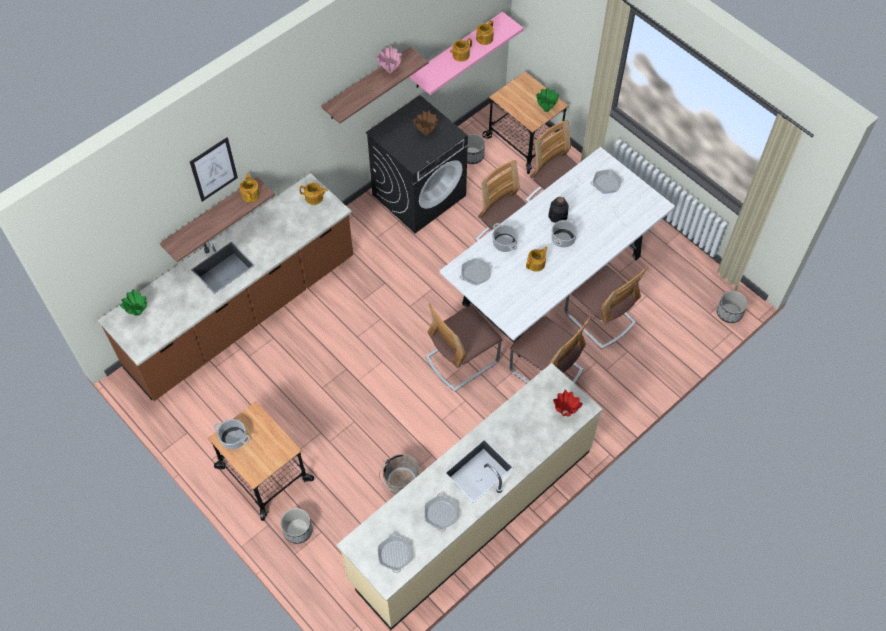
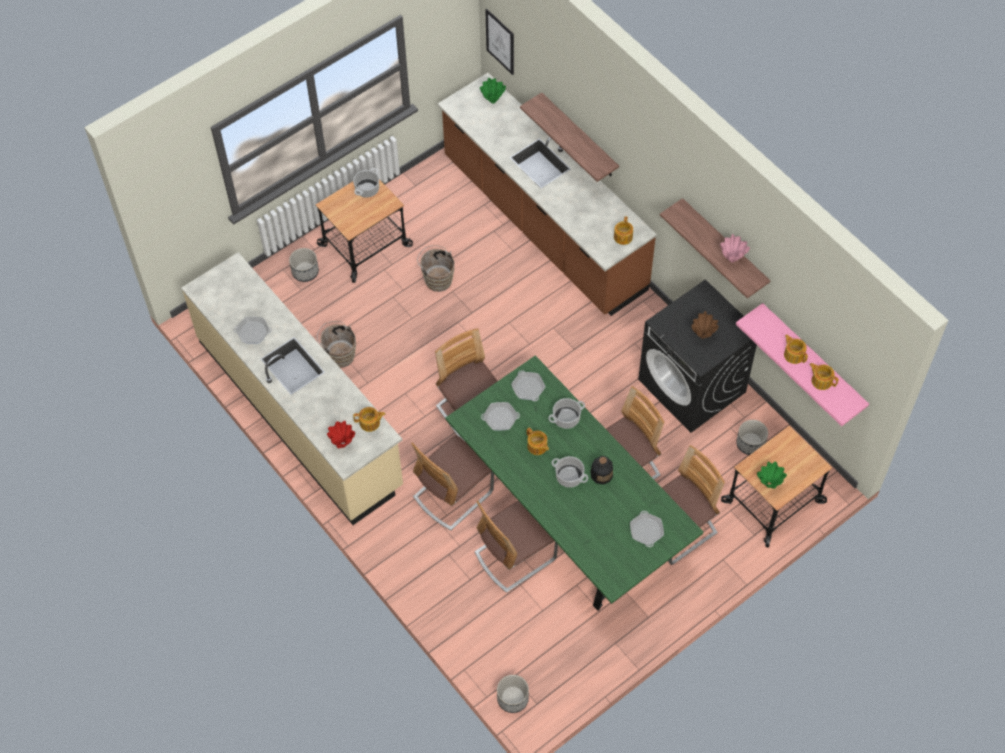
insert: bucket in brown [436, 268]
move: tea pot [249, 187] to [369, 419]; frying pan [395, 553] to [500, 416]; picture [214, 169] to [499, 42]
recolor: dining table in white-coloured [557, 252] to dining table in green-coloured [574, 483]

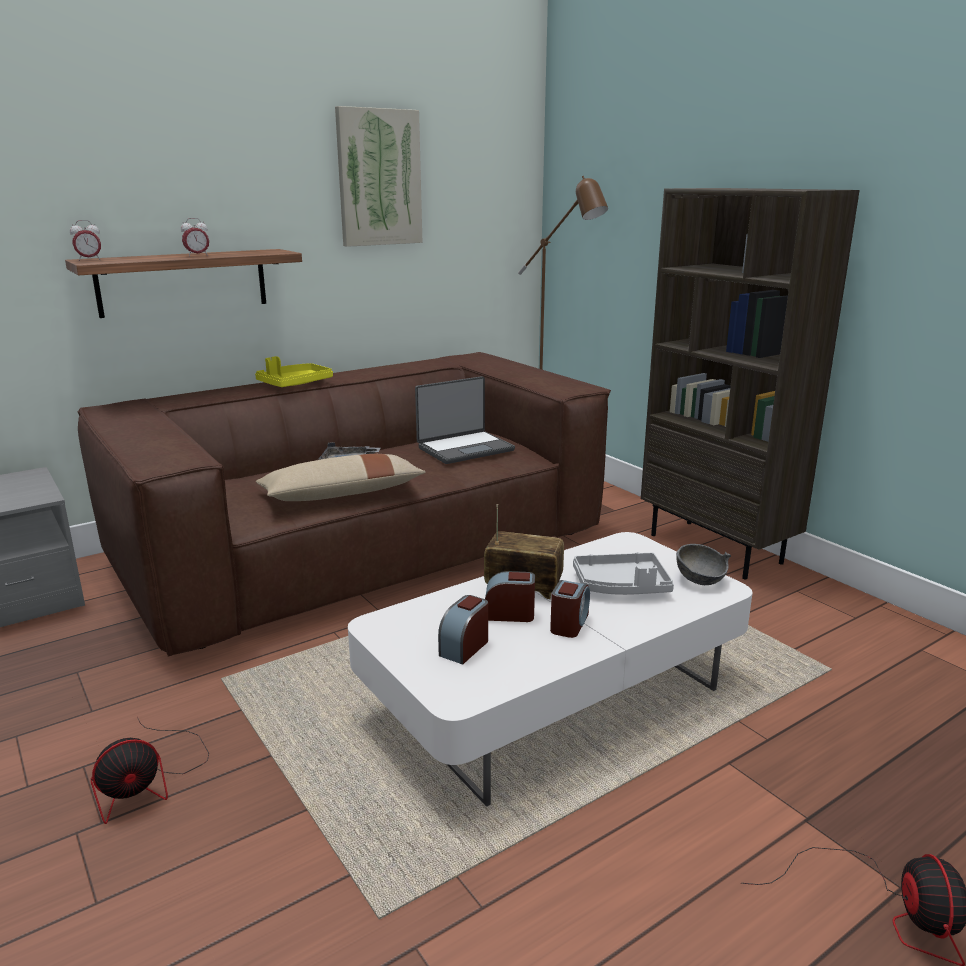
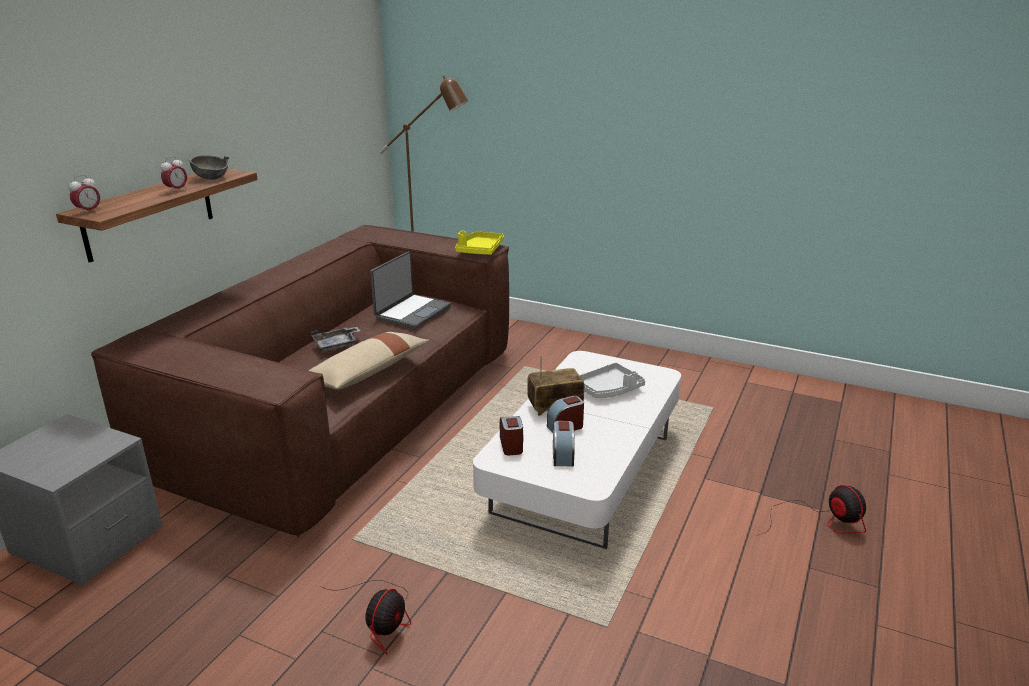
delete: picture [378, 176]; bookshelf in brown [750, 384]
move: deep dish in greyish [703, 564] to [208, 167]; tray in yellow-coloured [294, 371] to [479, 243]; alarm clock [570, 609] to [511, 435]

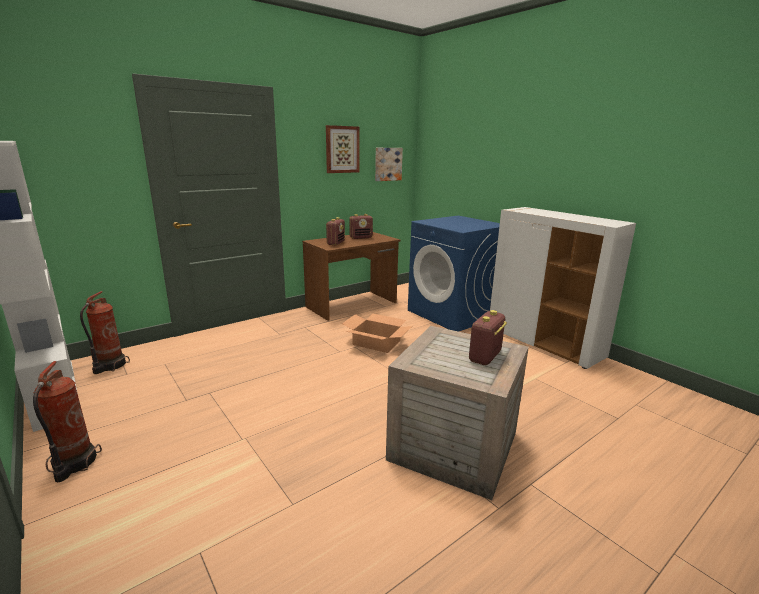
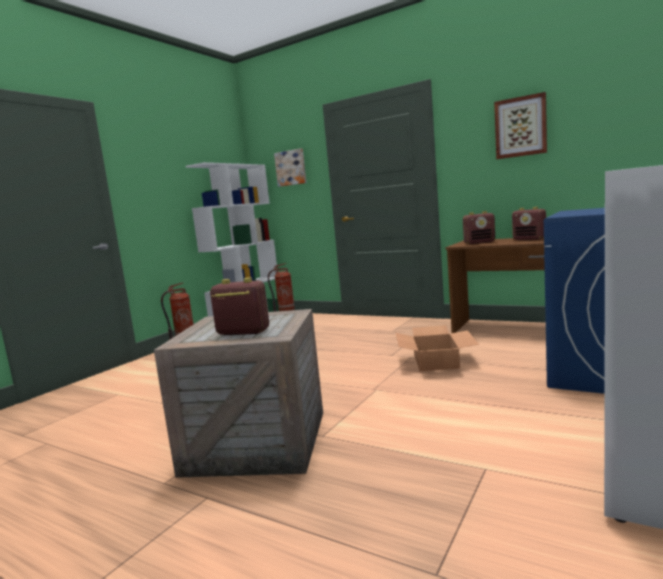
move: picture [389, 164] to [290, 167]

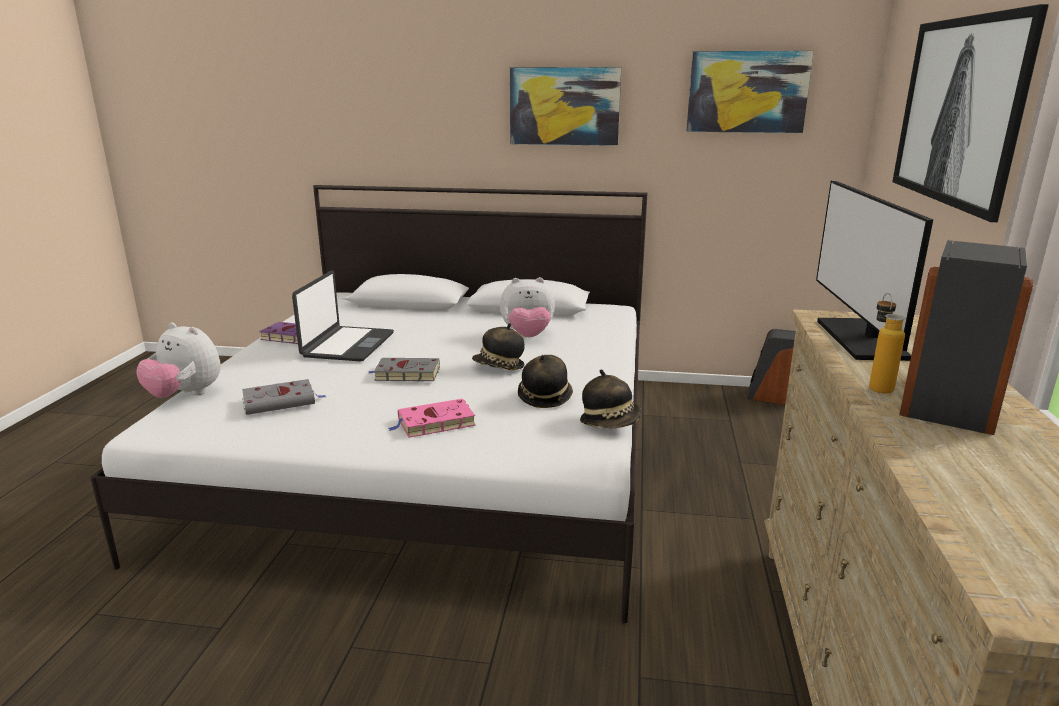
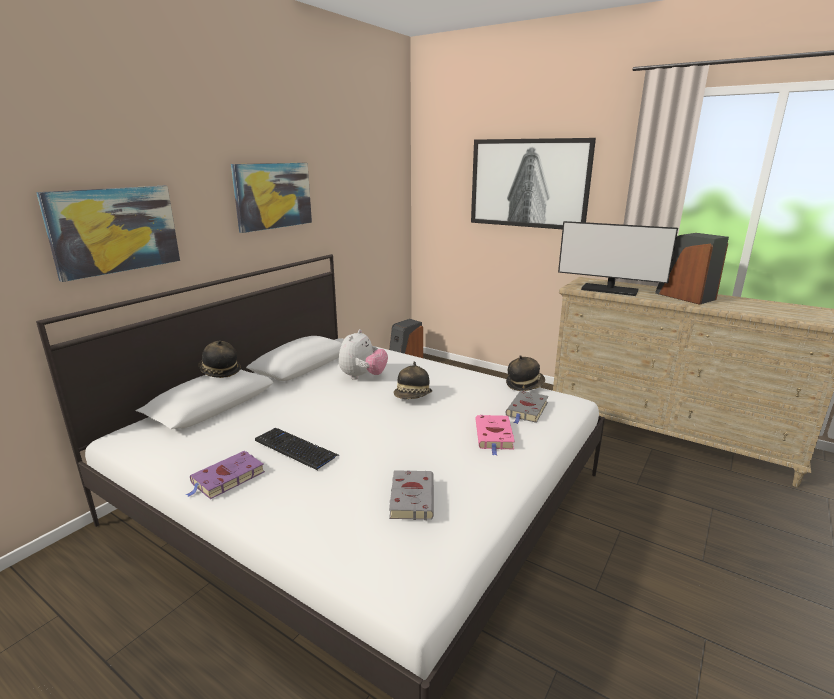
delete: cuddly toy [178, 360]; drink bottle [887, 343]
move: picture [750, 92] to [108, 234]; hat [545, 381] to [219, 359]; bound book in greyish [404, 369] to [527, 407]
replace: laptop [343, 316] to PC keyboard [297, 449]

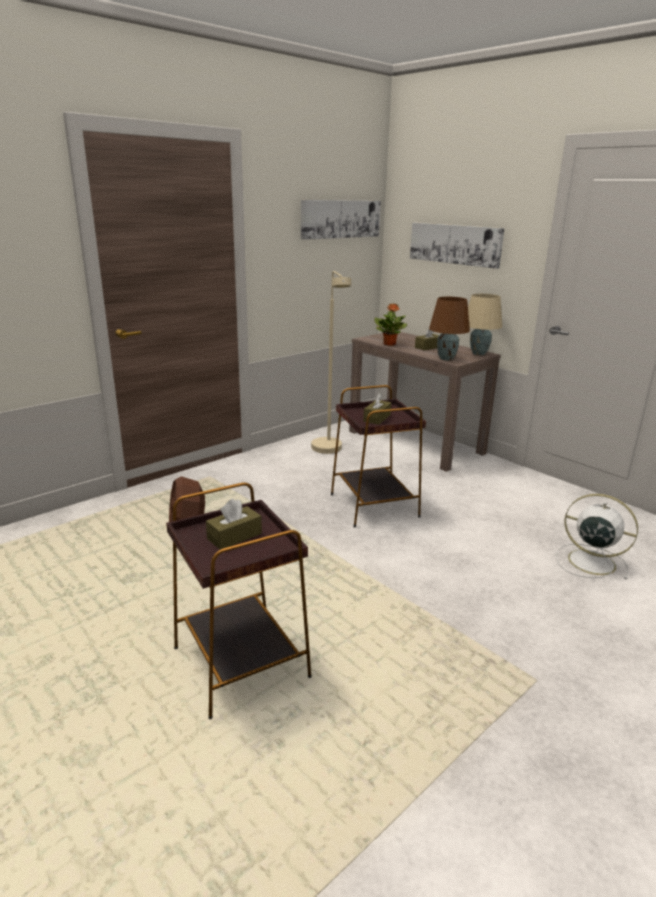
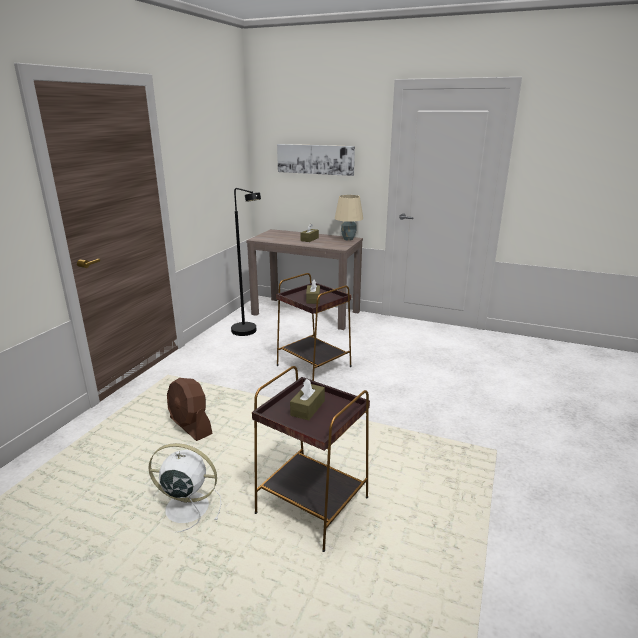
delete: picture [341, 220]; houseplant [390, 324]; table lamp in brown [449, 329]
move: fan in white-coloured [597, 537] to [184, 487]
recolor: standing lamp in beige [331, 362] to standing lamp in blackish [246, 262]

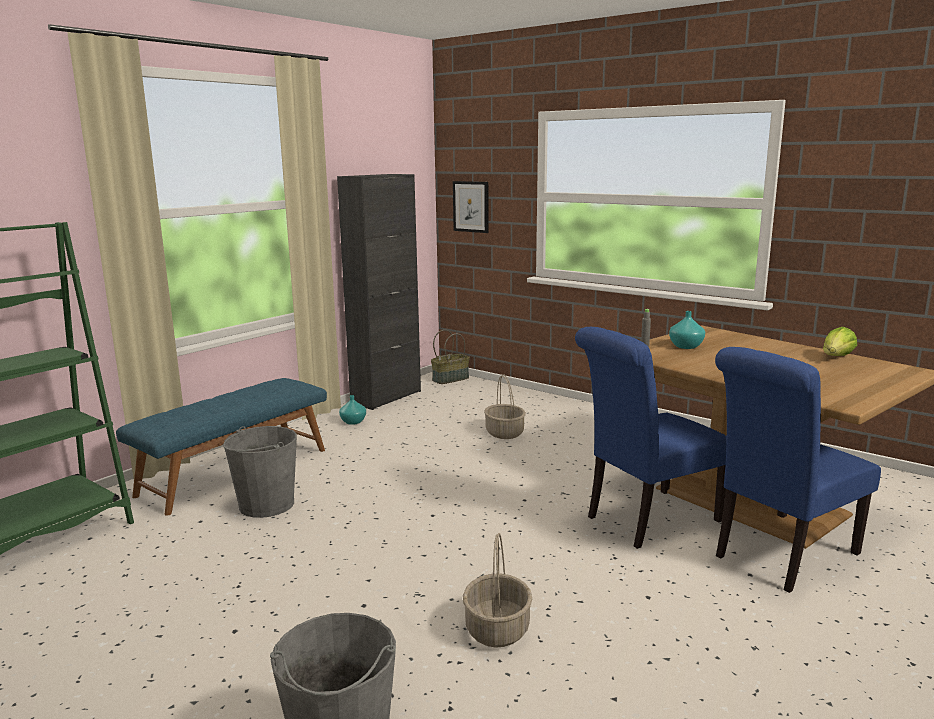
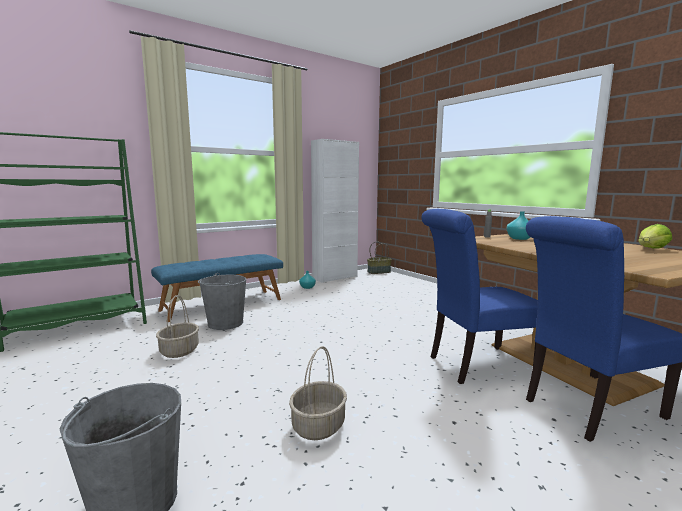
delete: picture [471, 207]
move: basket [505, 406] to [177, 326]
recolor: cupboard in blackish [379, 292] to cupboard in white-coloured [335, 211]

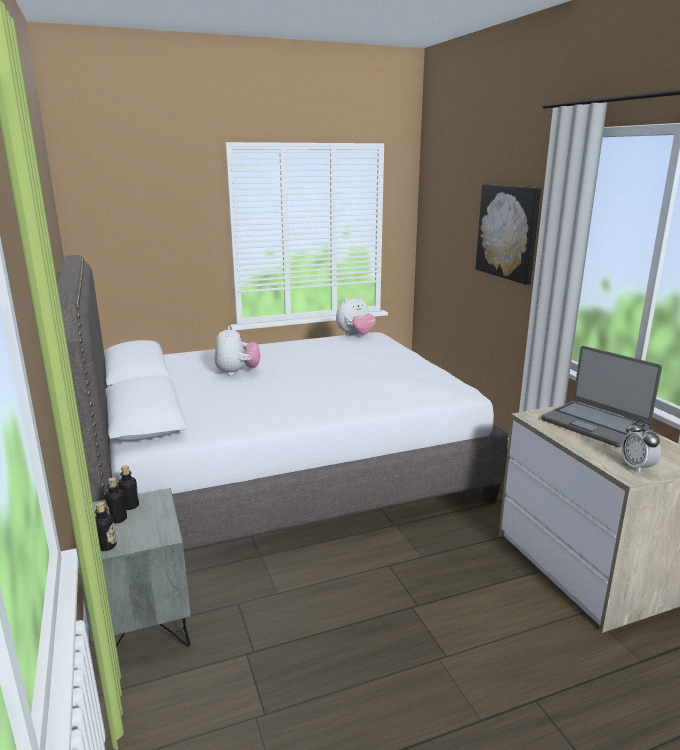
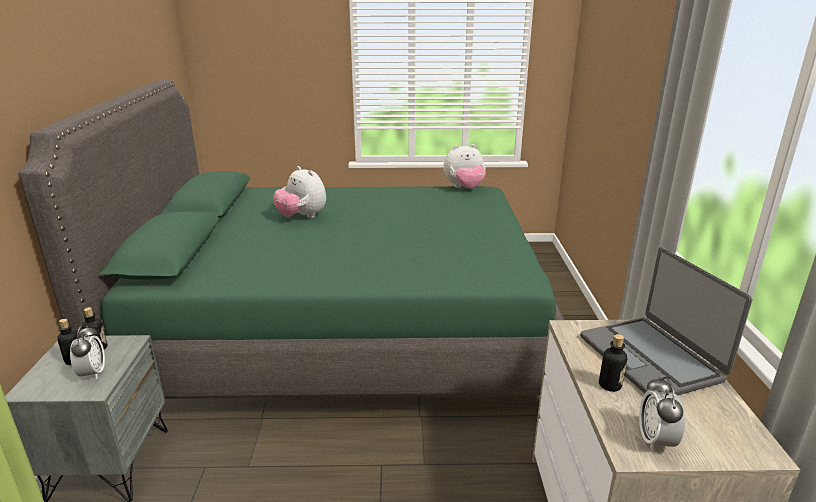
delete: picture [508, 234]
insert: alarm clock [87, 352]
move: drink bottle [105, 526] to [613, 363]
recolor: bedroom bed in greyish [282, 403] to bedroom bed in green-coloured [291, 239]
rotate: cuddly toy [237, 351] = [299, 192] 120 degrees clockwise

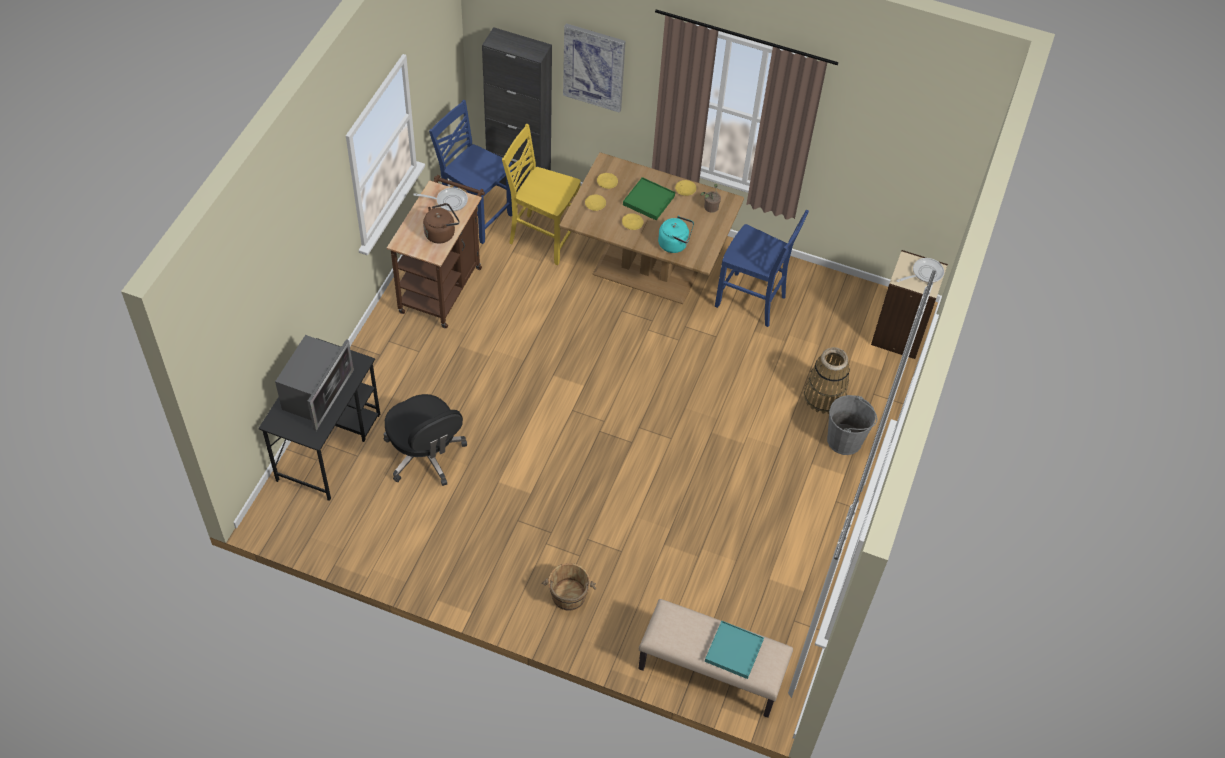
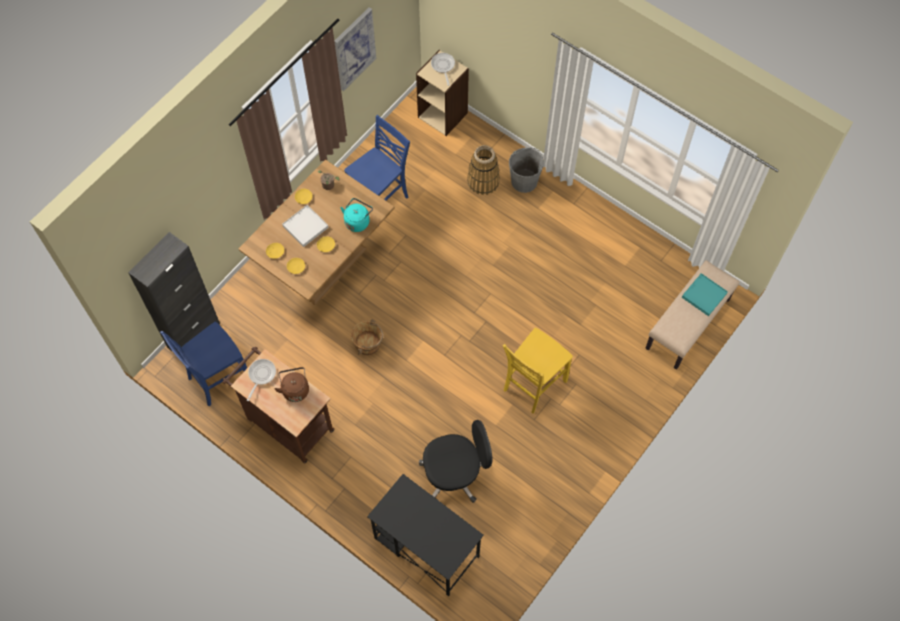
delete: microwave [314, 383]
move: picture [594, 68] to [355, 49]; bucket in brown [569, 587] to [367, 337]; plain chair in yellow-coloured [541, 194] to [538, 371]
recolor: tray in green-coloured [649, 198] to tray in white-coloured [305, 226]

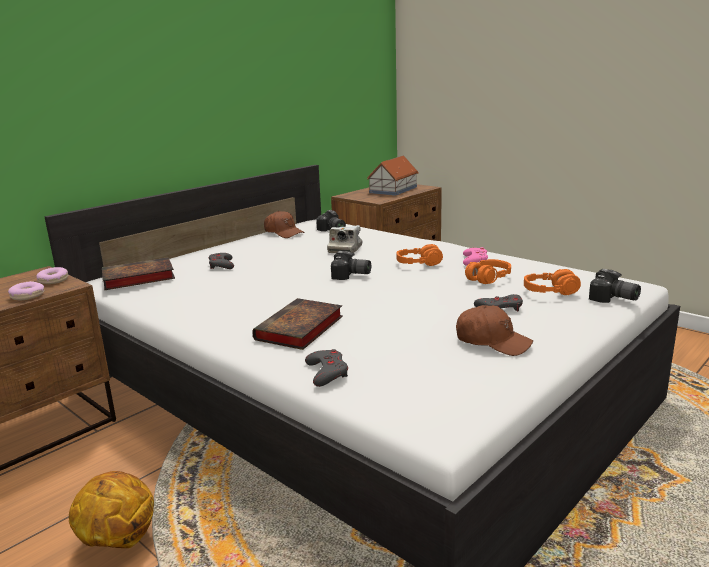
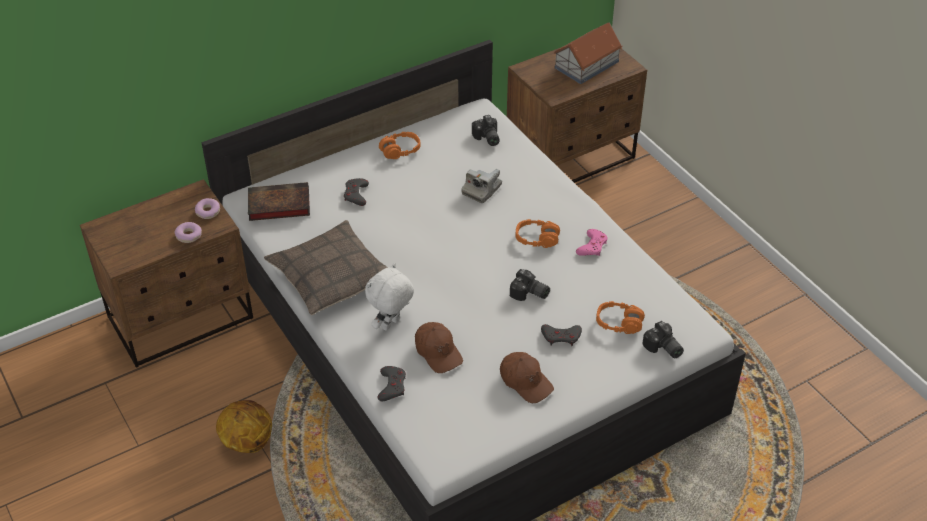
insert: throw pillow [325, 267]
move: headset in orange [488, 271] to [399, 145]; cap in brown [284, 224] to [439, 347]; still camera [351, 265] to [530, 285]
replace: bound book [297, 324] to cuddly toy in white-coloured [389, 296]

